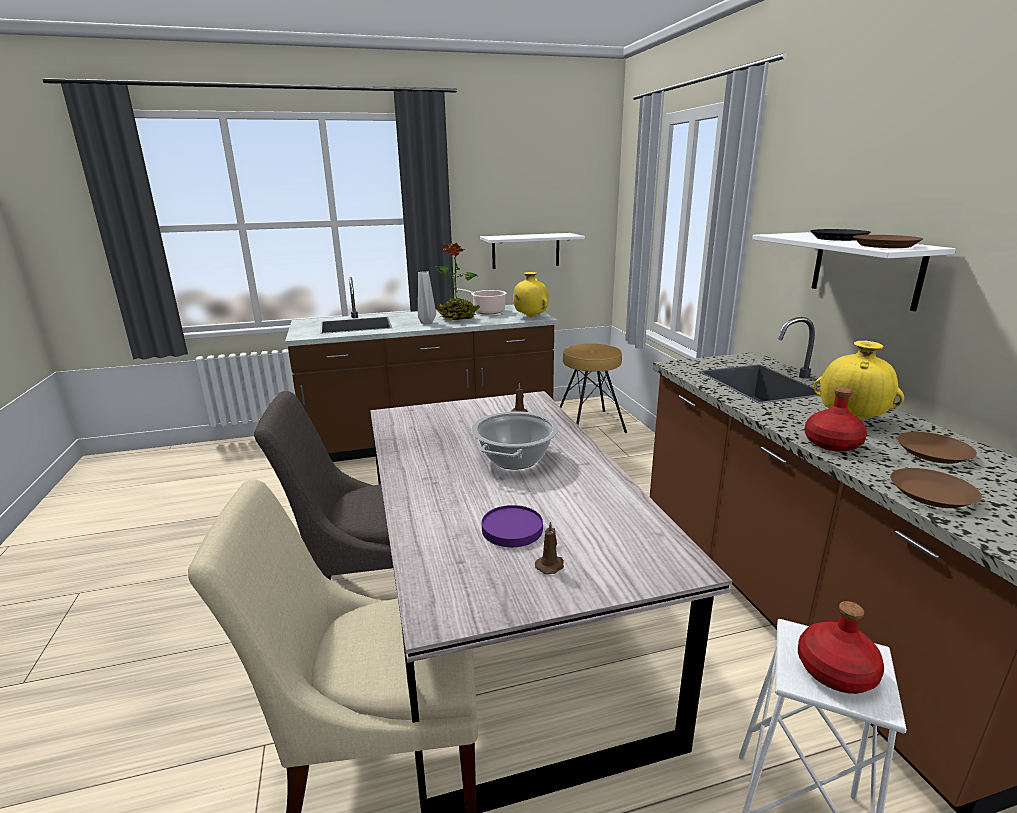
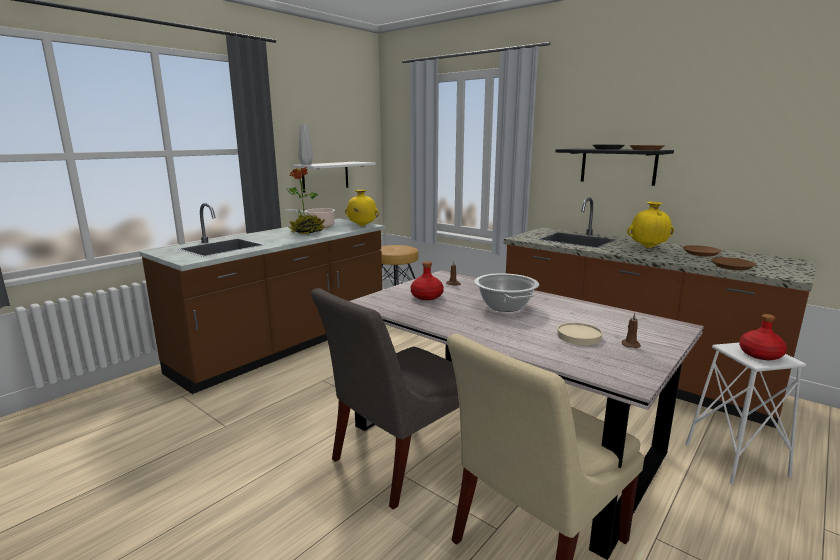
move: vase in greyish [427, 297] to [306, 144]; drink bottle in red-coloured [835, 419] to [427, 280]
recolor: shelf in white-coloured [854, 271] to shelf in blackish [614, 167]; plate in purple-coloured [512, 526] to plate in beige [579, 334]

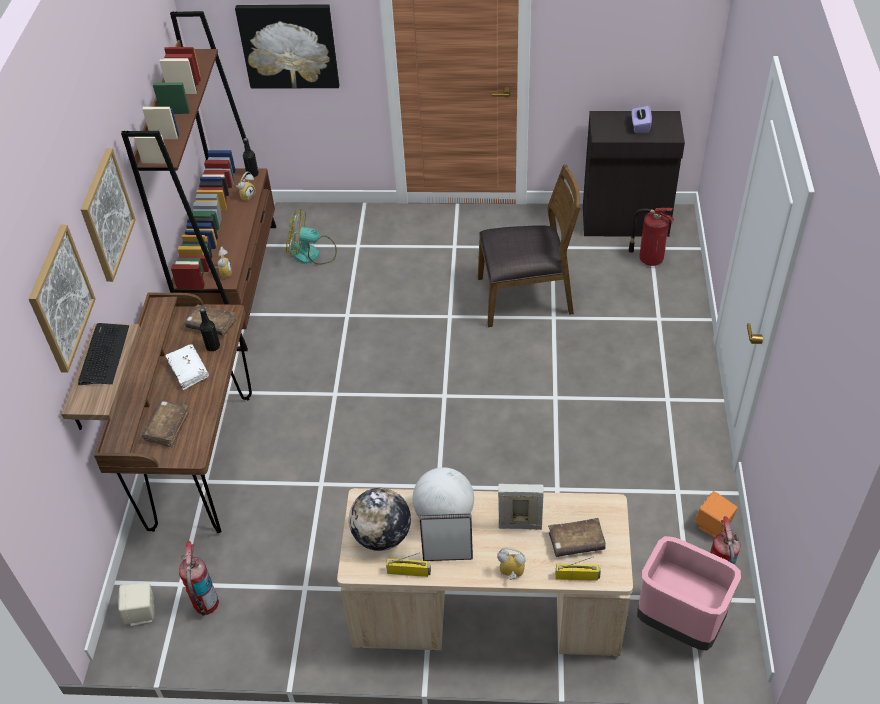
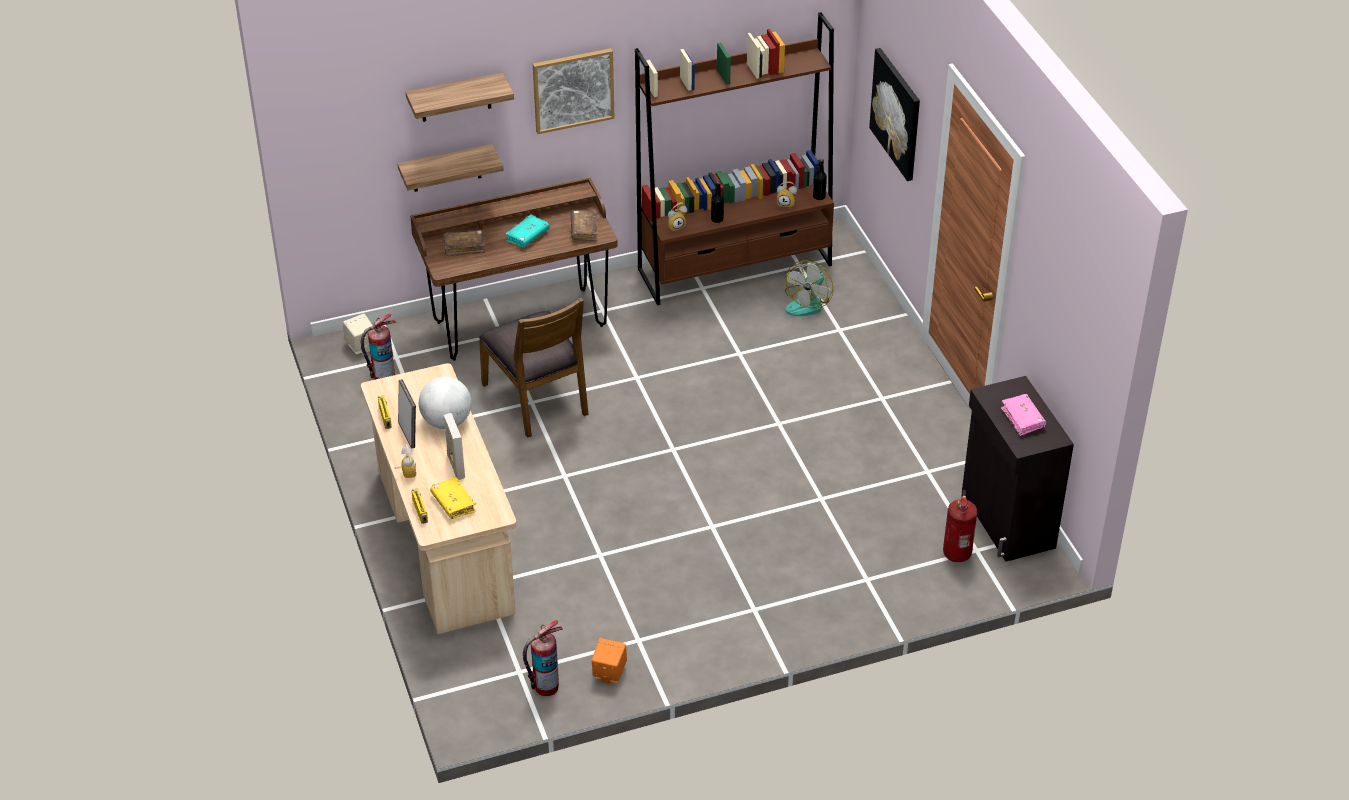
delete: PC keyboard [103, 354]; desk globe [380, 519]; trash can in pink [689, 593]
move: plain chair in brown [529, 245] to [533, 368]; drink bottle in blackish [210, 329] to [717, 202]
replace: picture [62, 299] to shelf [460, 97]; box of tissues in purple-coloured [642, 118] to bound book in pink [1023, 415]
recolor: bound book in brown [577, 537] to bound book in yellow-coloured [453, 498]; bound book in white-coloured [187, 367] to bound book in turquoise-coloured [527, 230]
rotate: fan [311, 237] = [809, 288] 135 degrees counterclockwise

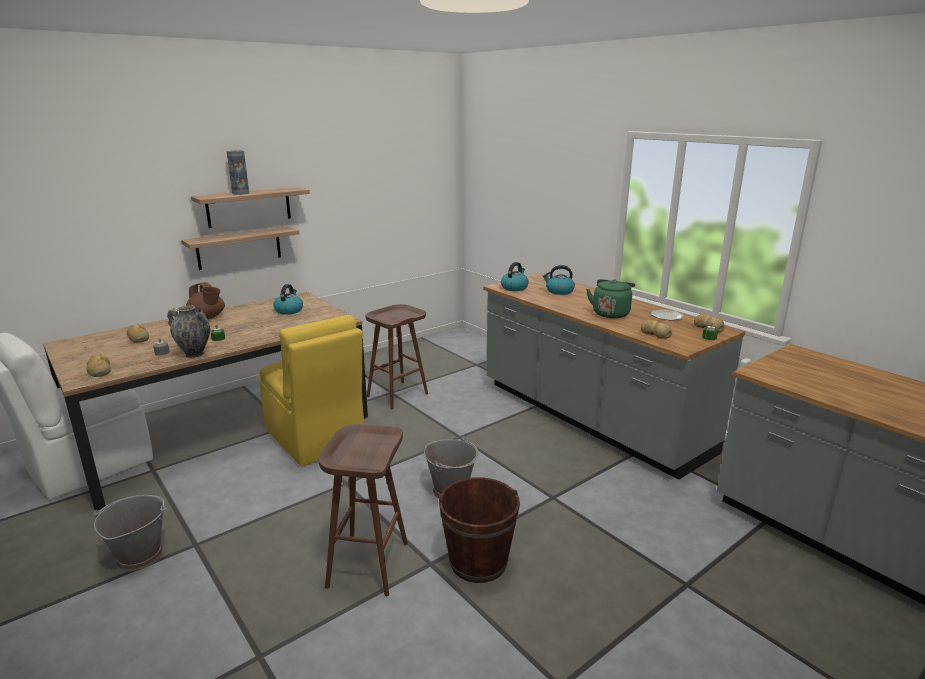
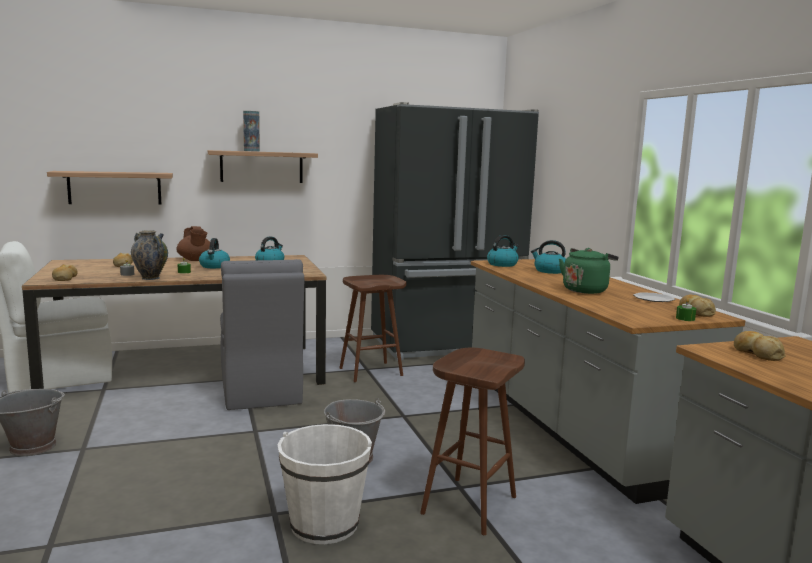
insert: kettle [214, 253]; fridge in blackish [455, 231]
move: shelf [240, 248] to [110, 187]; sitting stool in brown [363, 510] to [472, 441]; baked bread [656, 329] to [760, 346]
recolor: plain chair in yellow-coloured [312, 390] to plain chair in greyish [262, 334]; bucket in brown [479, 530] to bucket in white-coloured [325, 484]

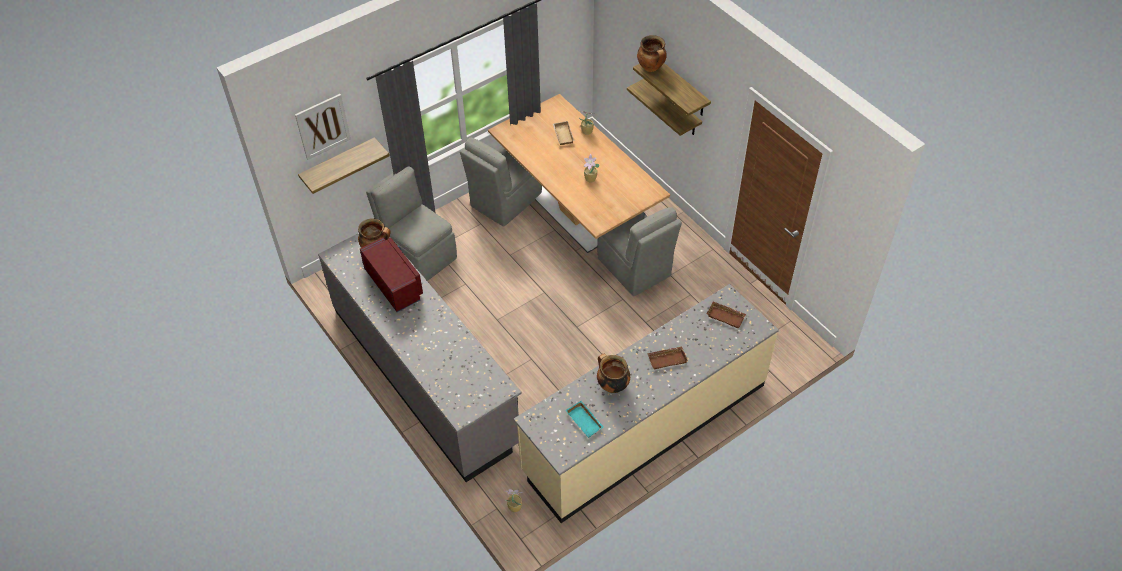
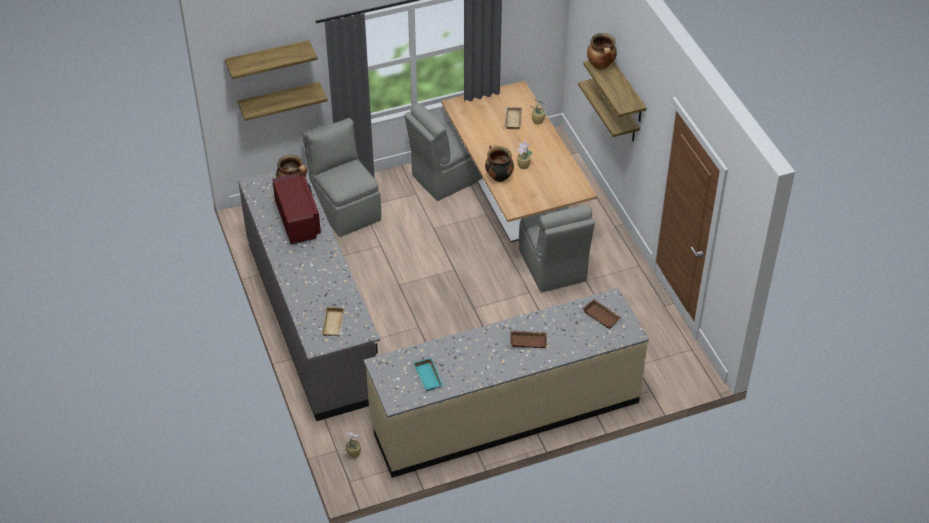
insert: tray in beige [333, 321]
move: cooking pot [613, 373] to [499, 163]
replace: picture [323, 127] to shelf [271, 59]

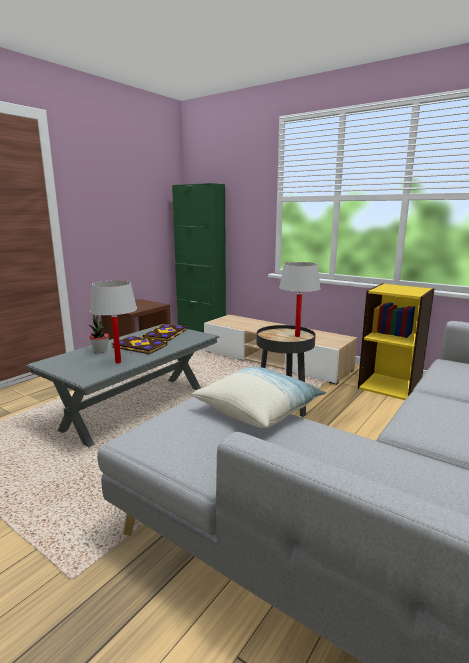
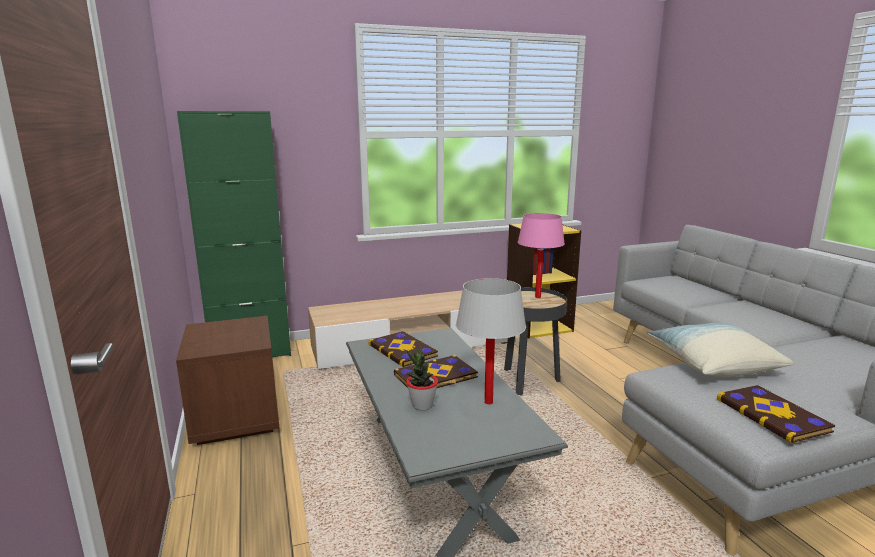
insert: bound book [776, 414]
recolor: table lamp in white-coloured [300, 299] to table lamp in pink [541, 255]

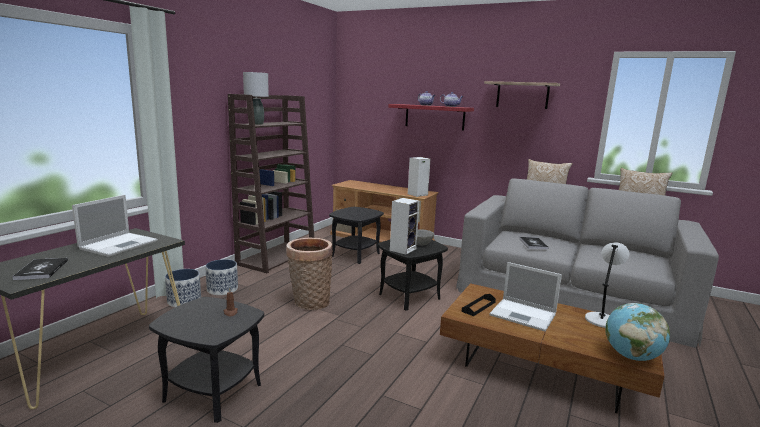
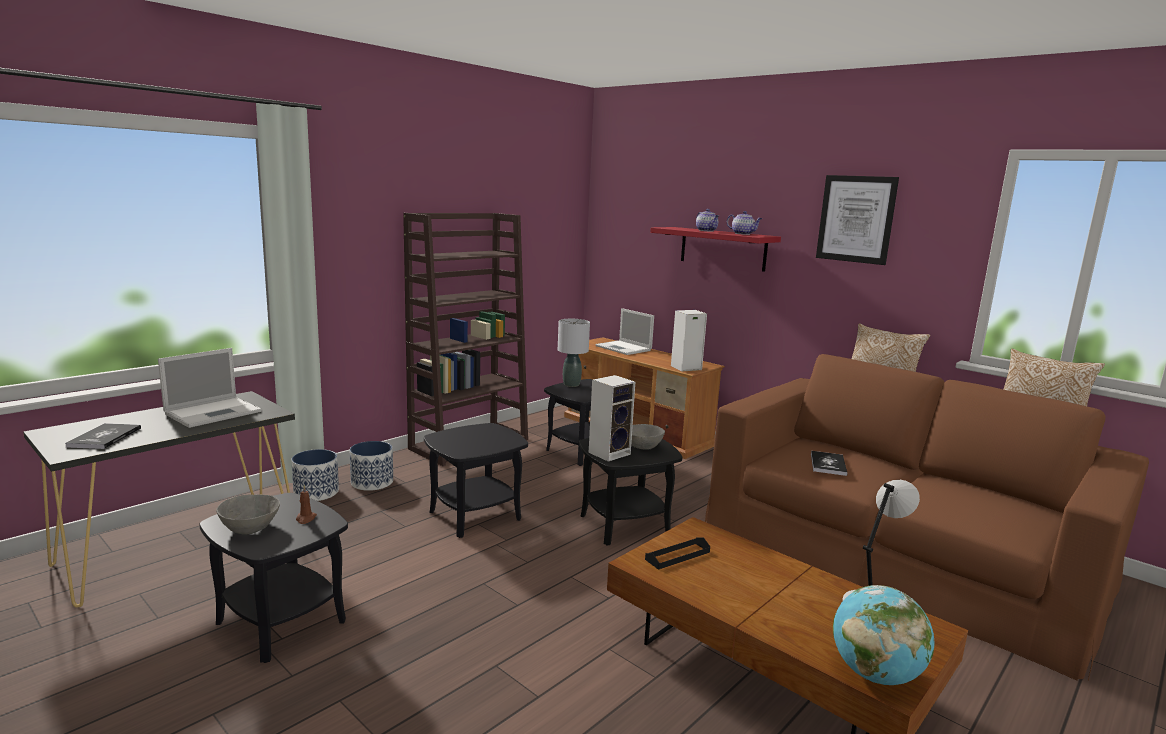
insert: deep dish in greyish [248, 514]
move: table lamp in greyish [256, 98] to [574, 353]; laptop [525, 297] to [624, 331]
replace: basket [309, 274] to accent table in blackish [476, 480]; shelf [522, 95] to picture [857, 220]
recolor: sofa in greyish [587, 263] to sofa in brown [927, 517]

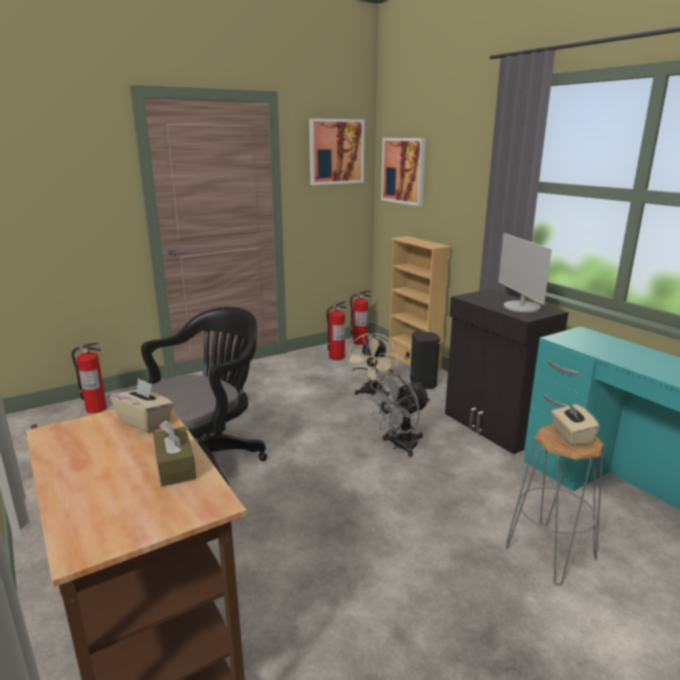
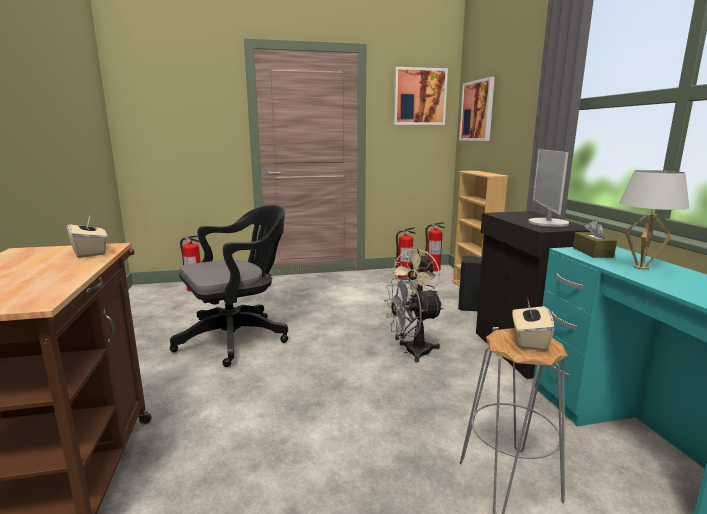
insert: table lamp in white-coloured [654, 220]
move: box of tissues in brown [174, 453] to [595, 239]

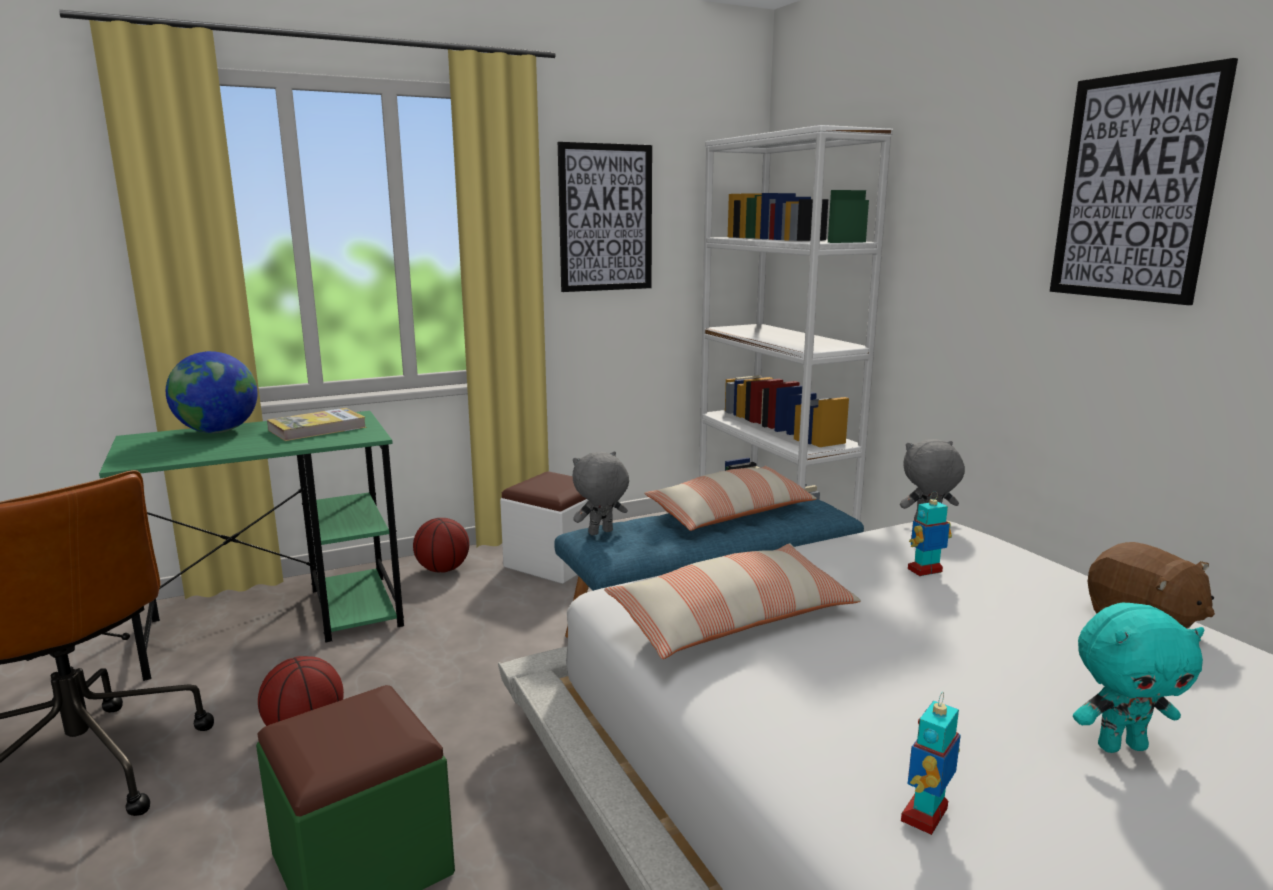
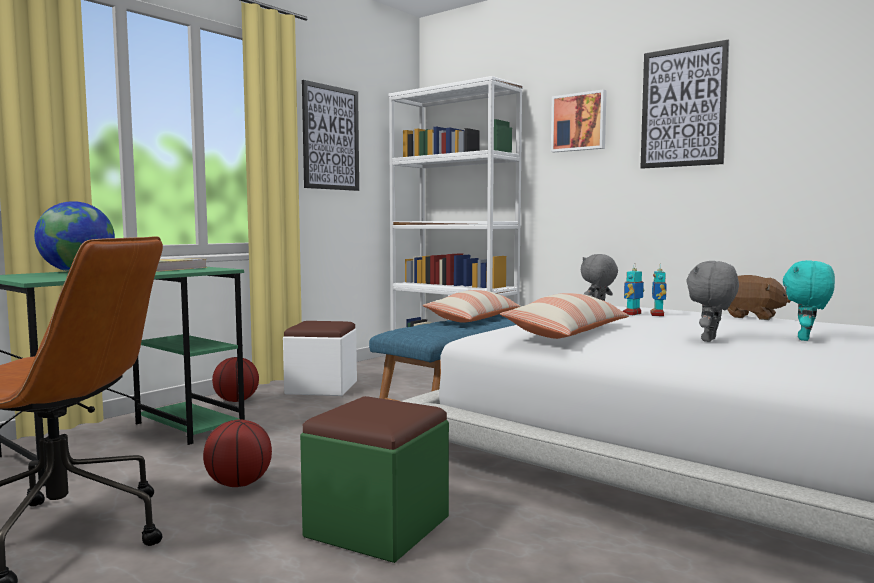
insert: picture [579, 120]
move: robot figure [931, 763] to [658, 290]; cuddly toy in greyish [601, 493] to [712, 301]
rotate: cuddly toy in turquoise-coloured [1138, 678] = [809, 300] 150 degrees clockwise

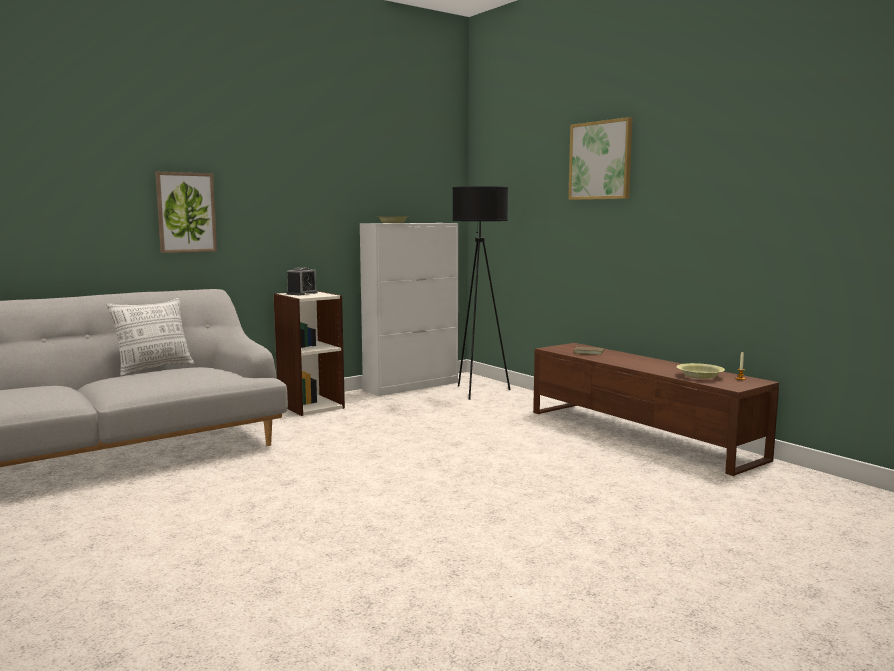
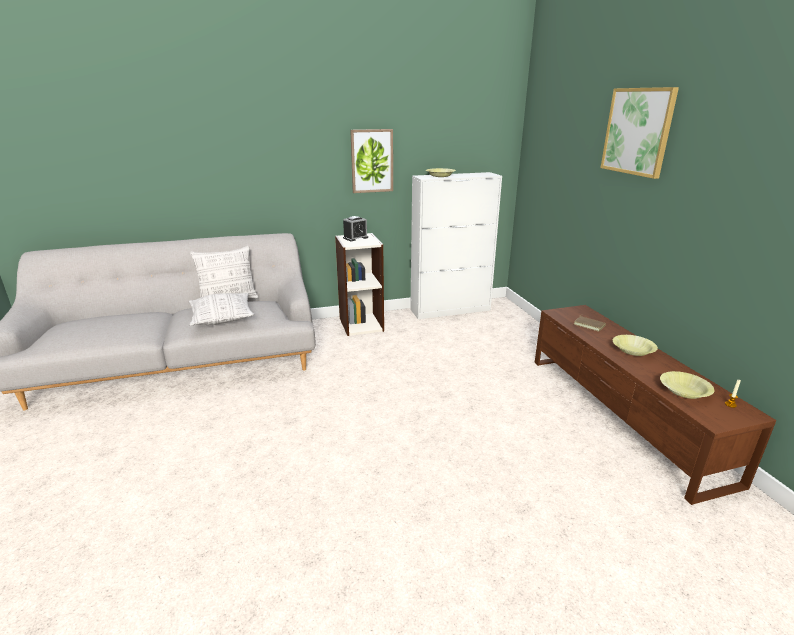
delete: standing lamp in blackish [481, 293]
insert: throw pillow [221, 309]; deep dish in yellow-coloured [635, 345]
move: picture [186, 212] to [371, 161]

